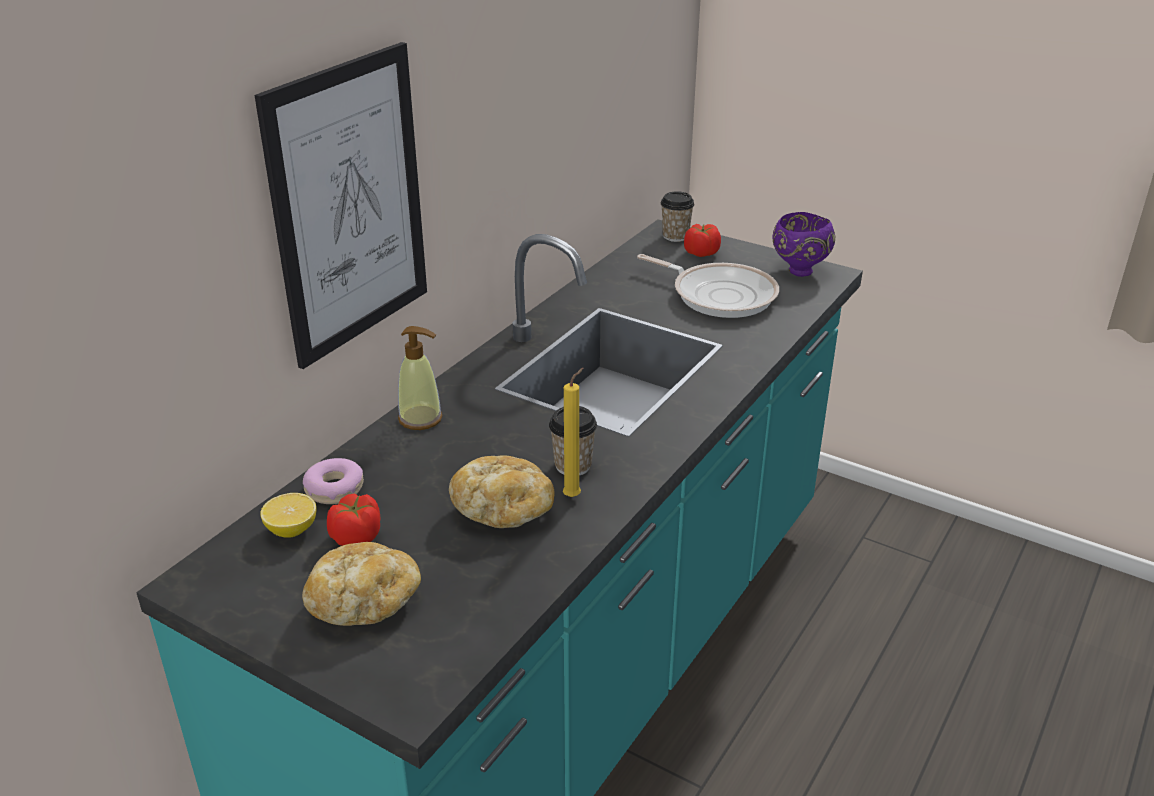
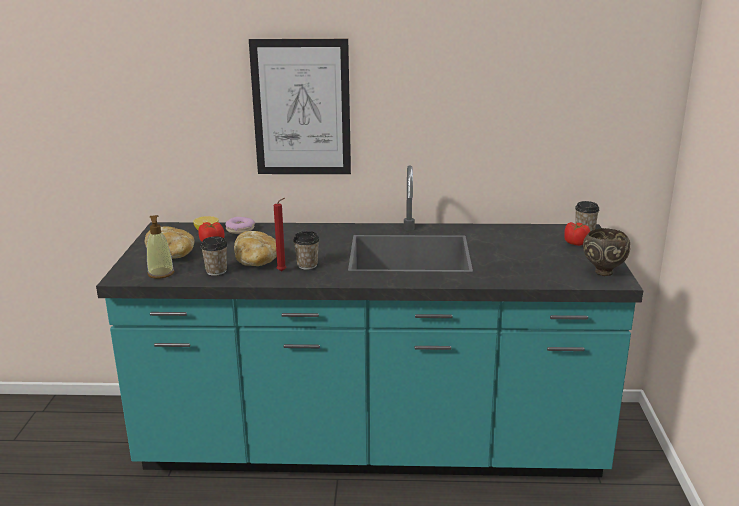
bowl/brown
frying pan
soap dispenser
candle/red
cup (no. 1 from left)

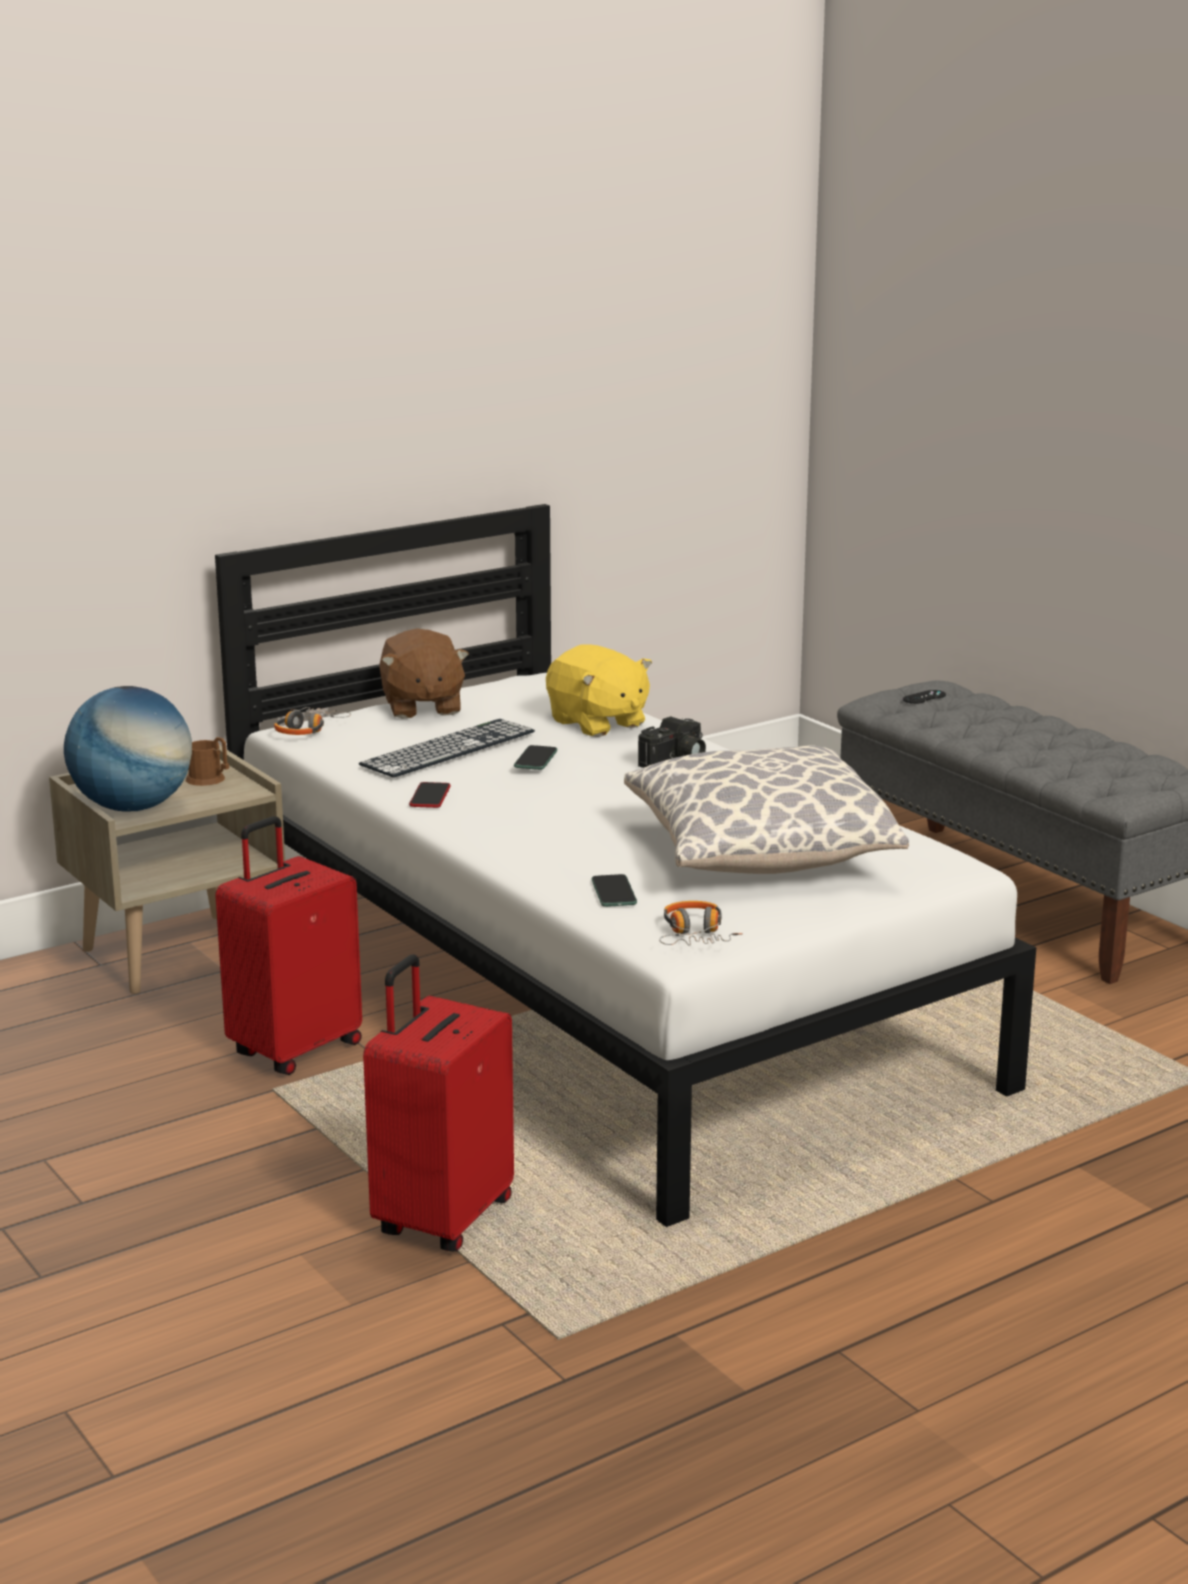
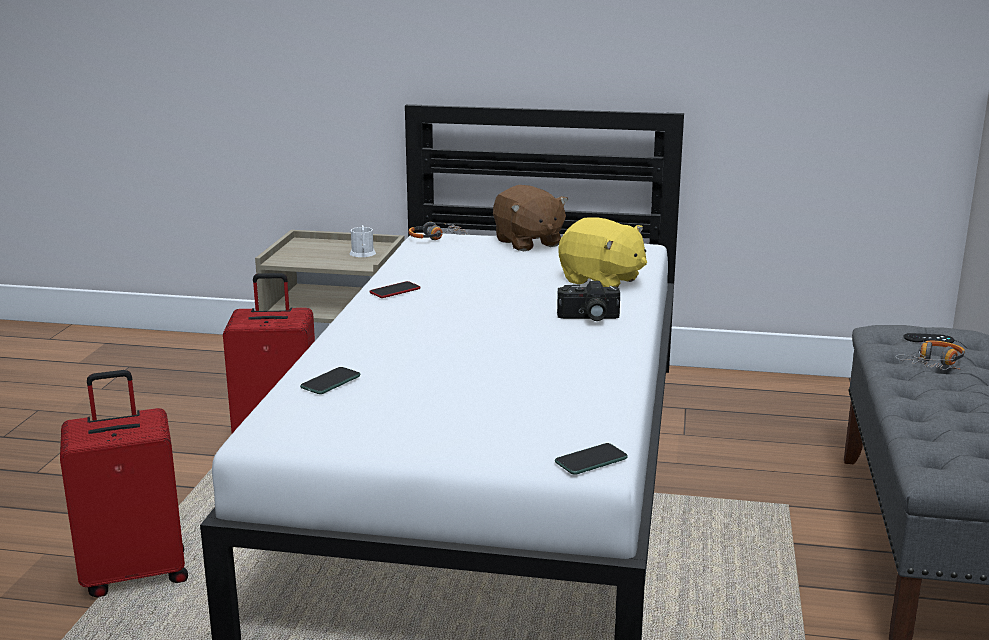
plush toy/brown
plush toy/yellow
globe
keyboard
mug/white
phone (no. 3 from left)
pillow
headphones (no. 2 from left)

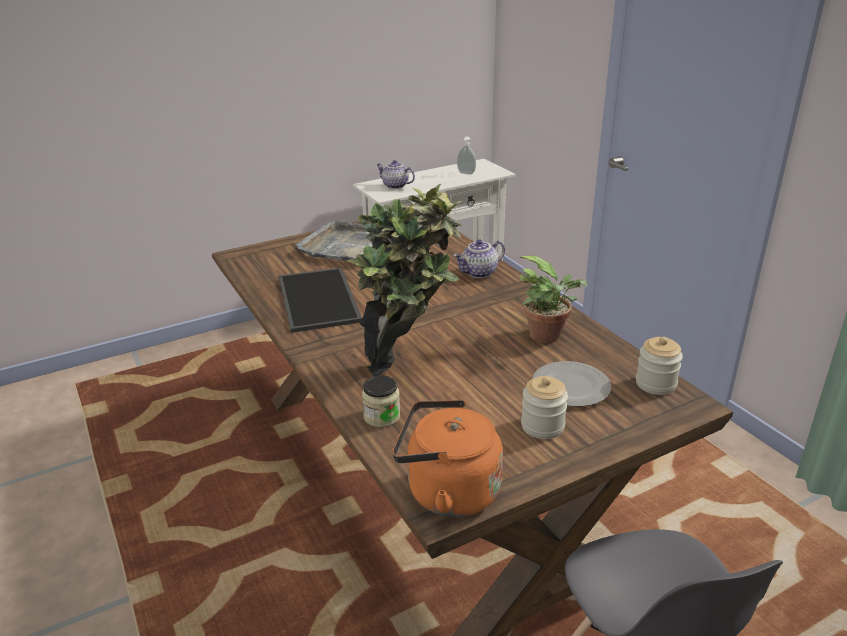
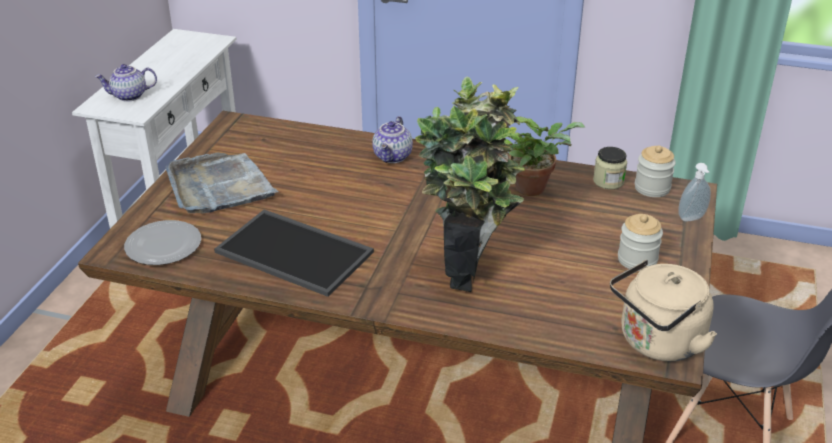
soap dispenser
plate
jar (no. 1 from left)
kettle/beige

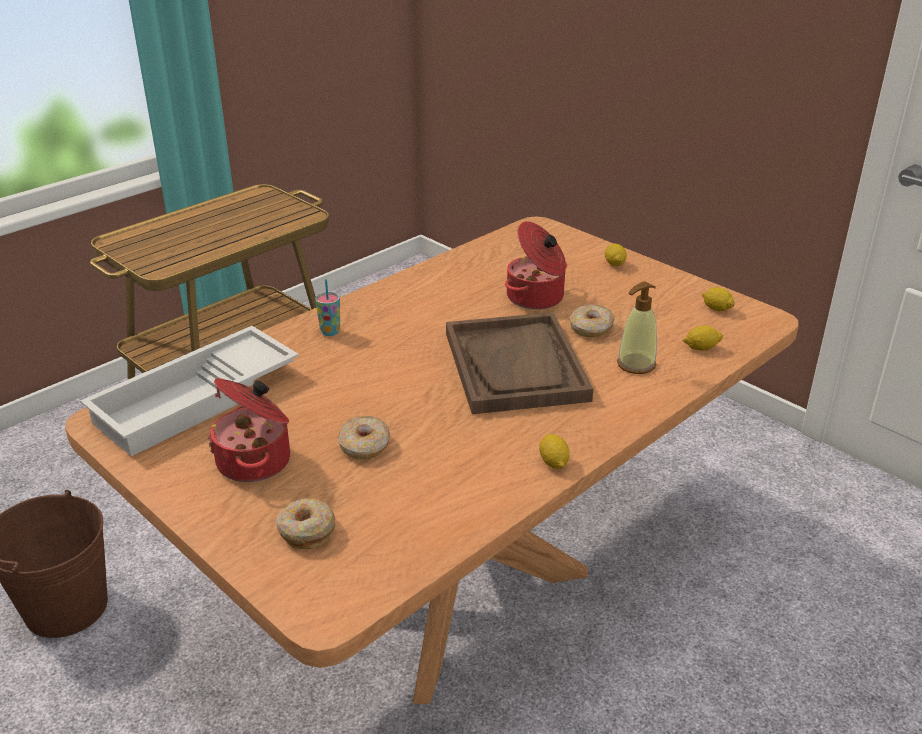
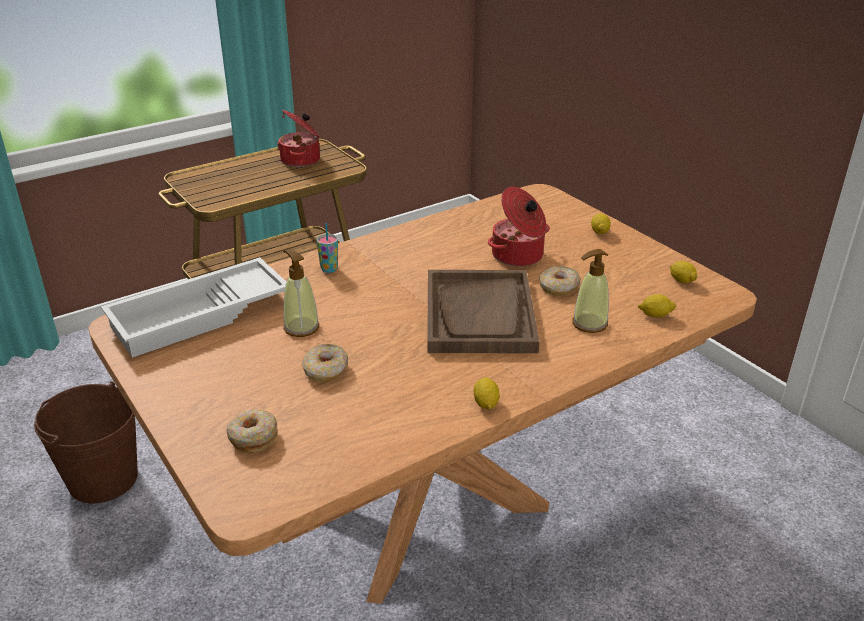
cooking pot (no. 1 from left)
soap dispenser (no. 1 from left)

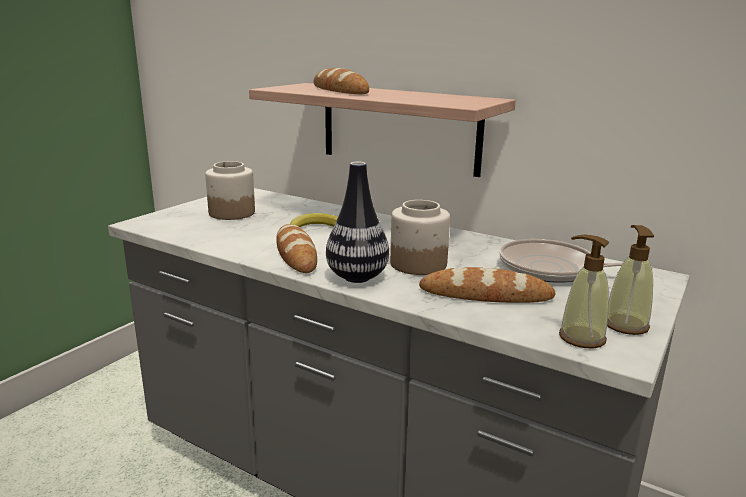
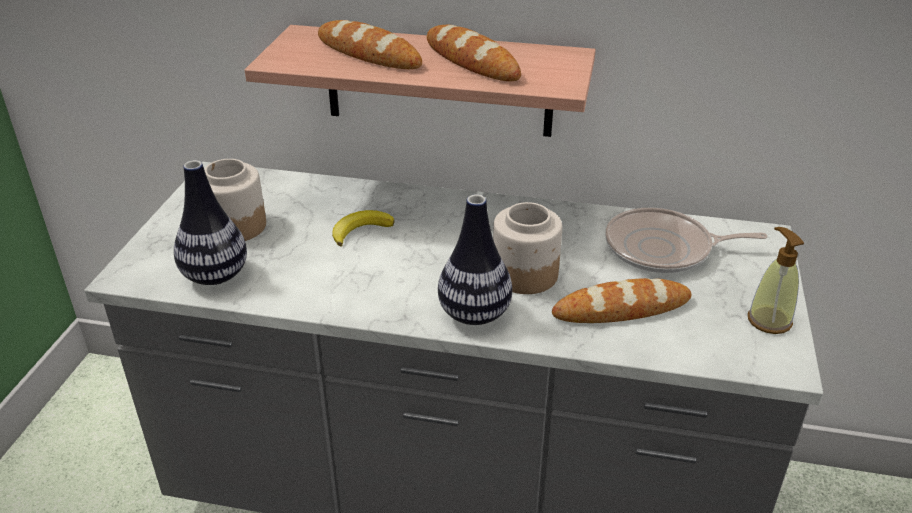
bread (no. 2 from left)
soap dispenser (no. 1 from left in the first image)
vase (no. 1 from left)

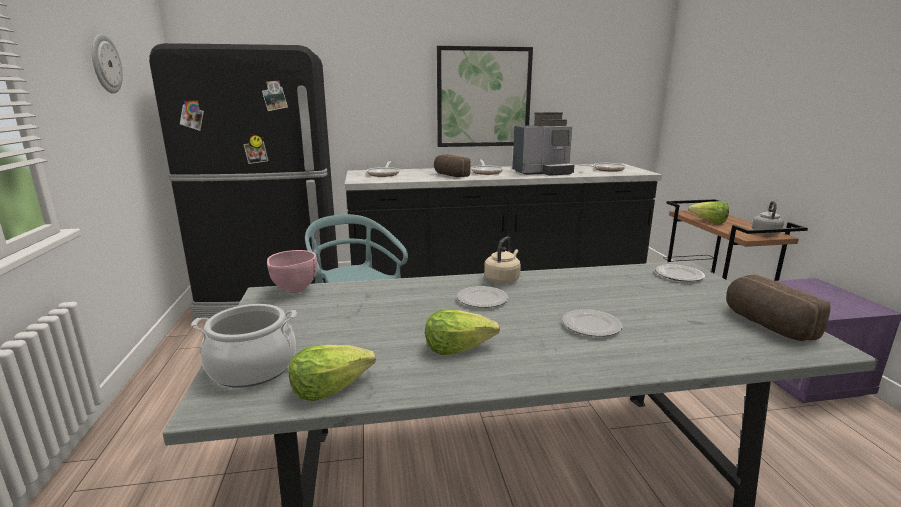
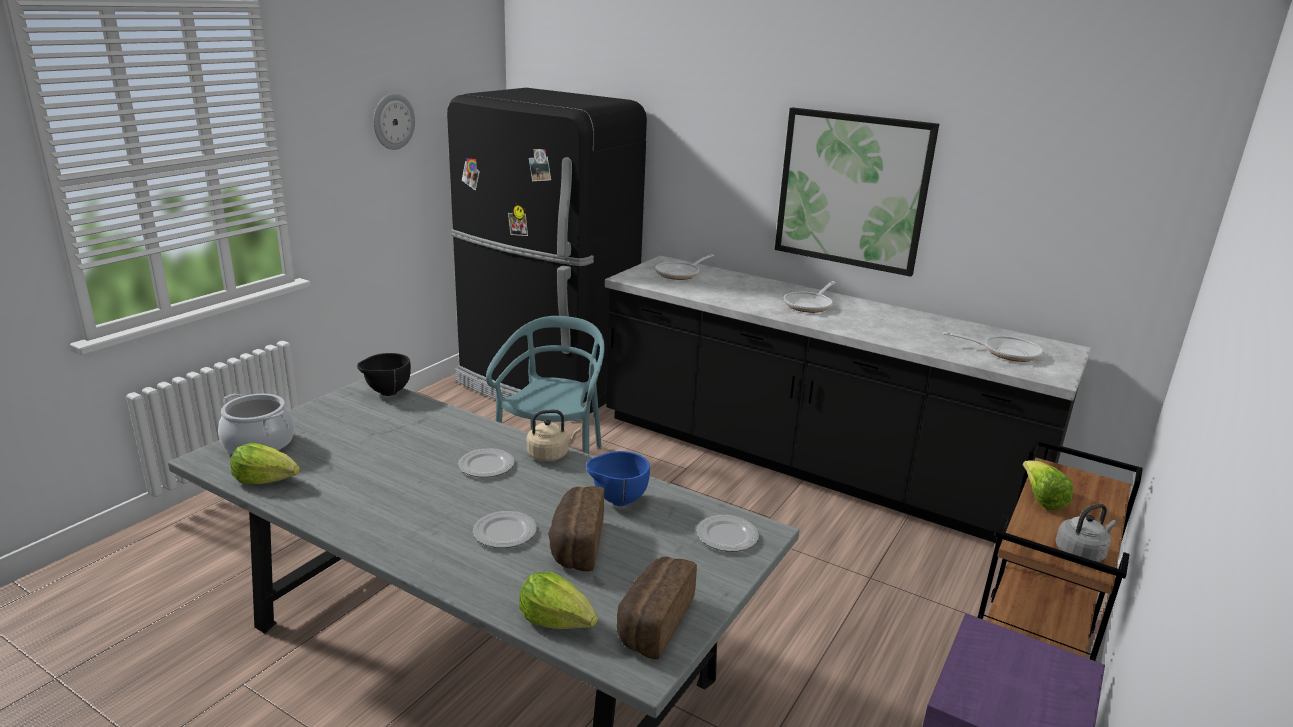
coffee machine
bread (no. 1 from left)
bowl/black
lettuce (no. 2 from left)
bowl/blue

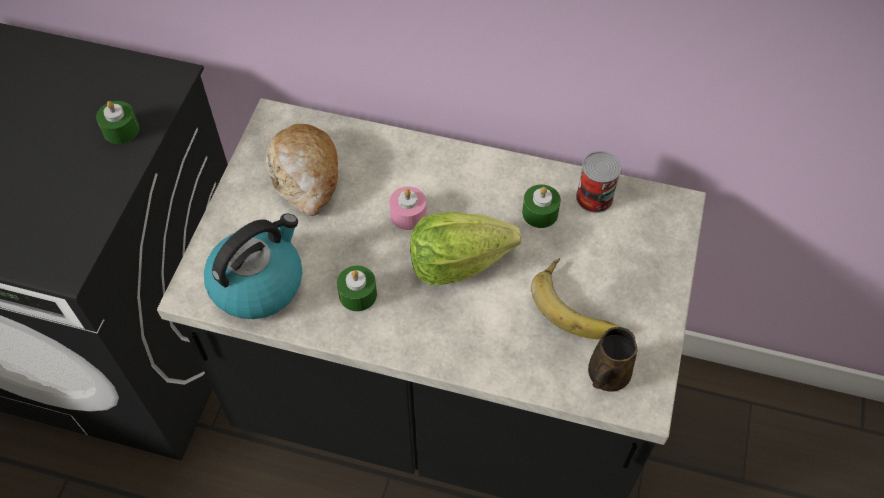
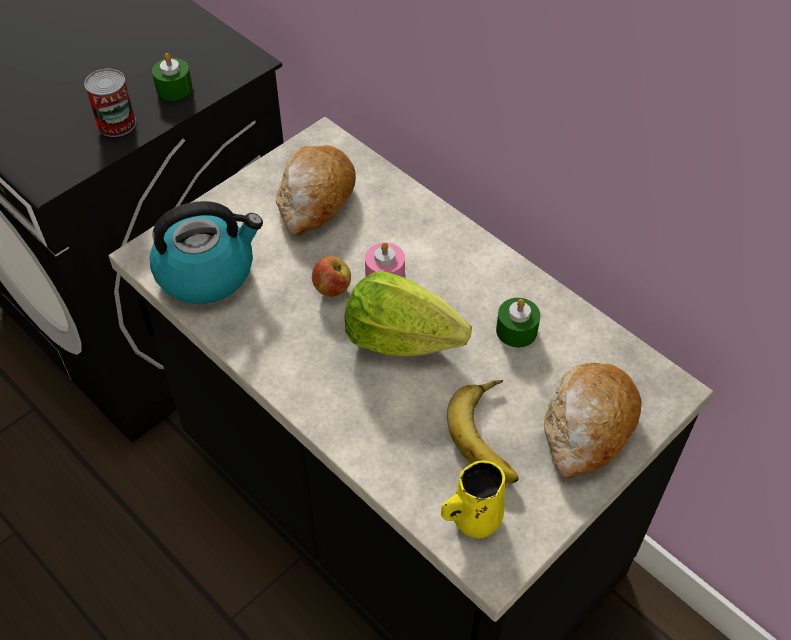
can
candle/green (no. 2 from left in the first image)
mug/yellow
apple
bread (no. 2 from left)

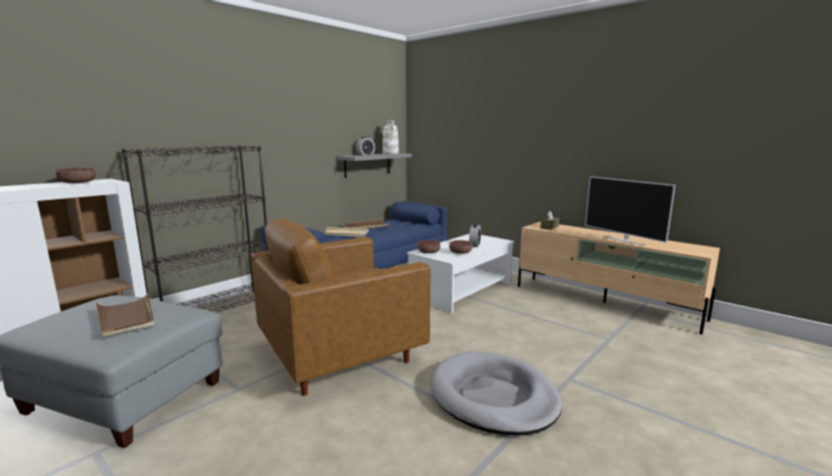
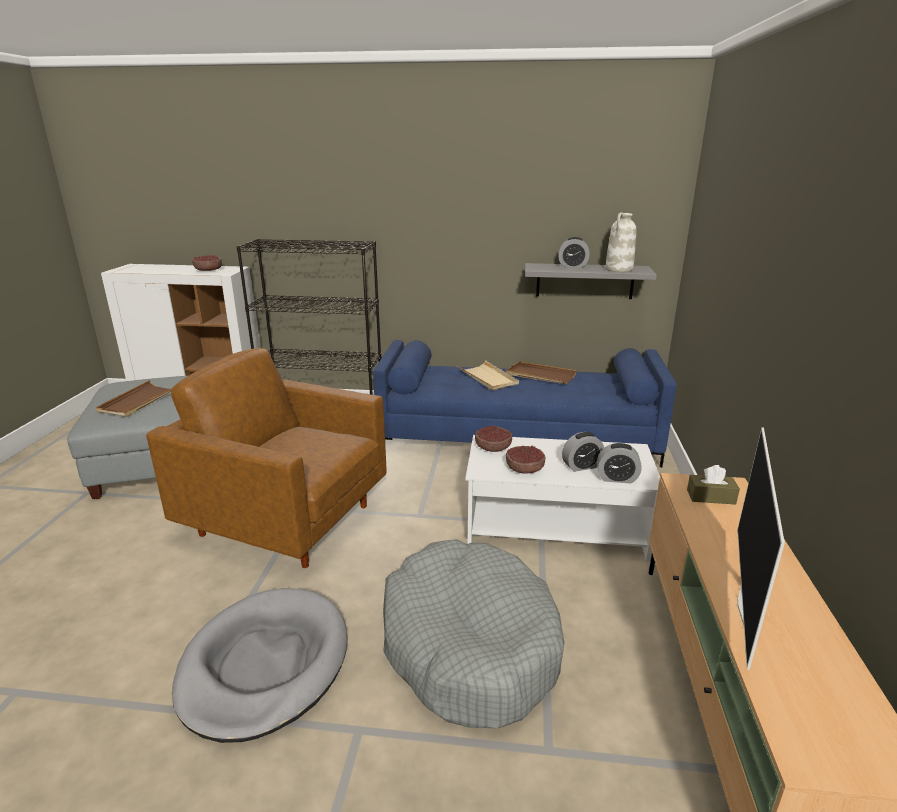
alarm clock (no. 3 from left)
dog bed/grey (no. 2 from left)

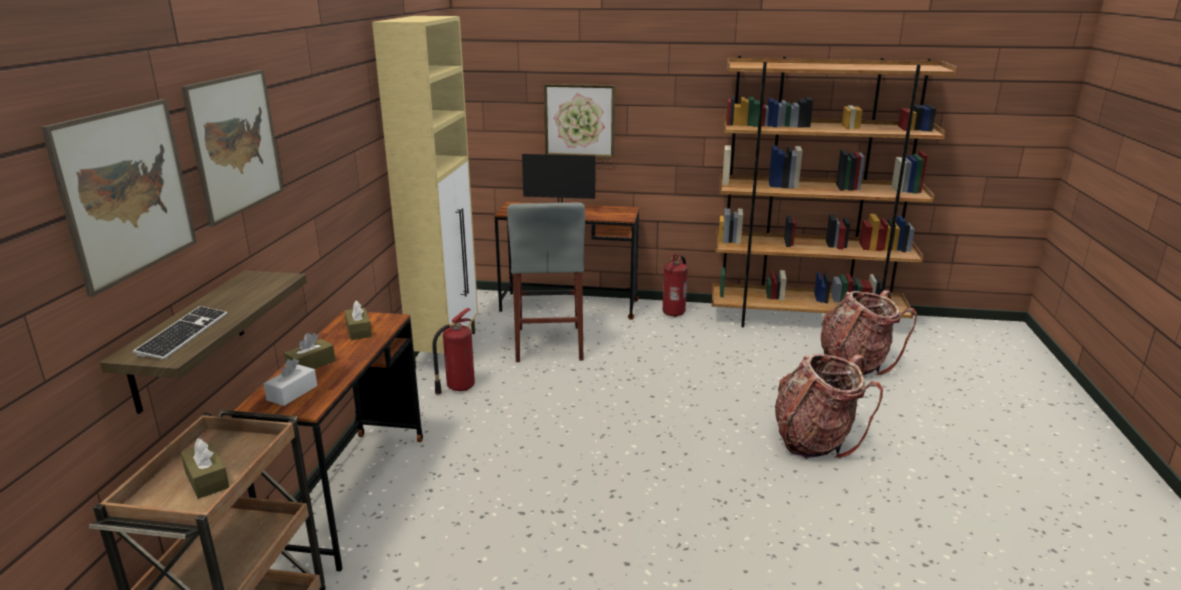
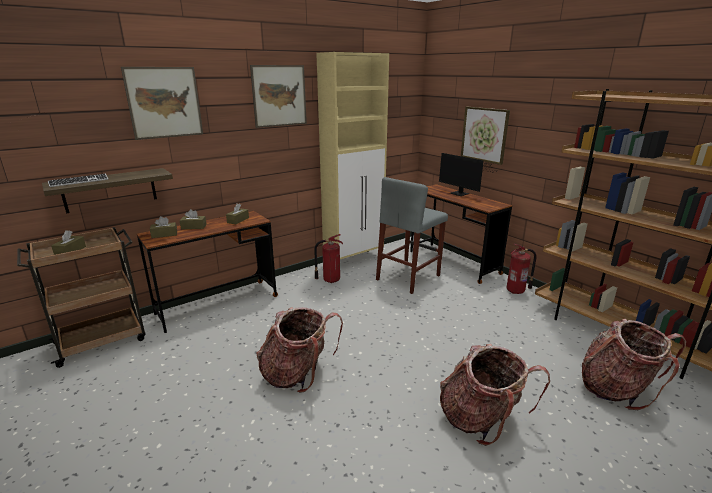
picture (no. 2 from left)
tissue box/brown (no. 2 from left)
backpack (no. 1 from left)

